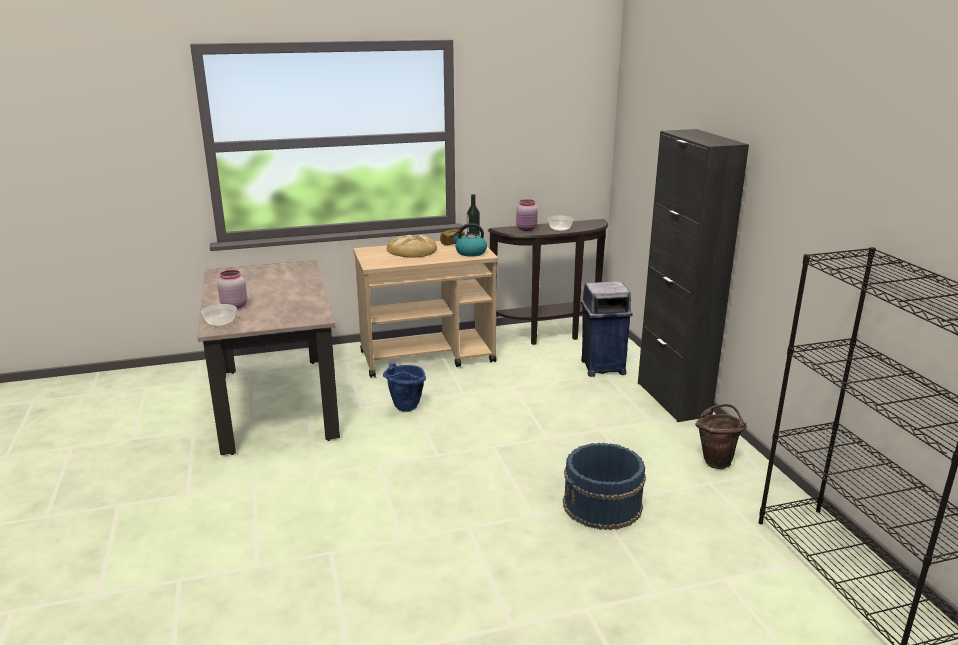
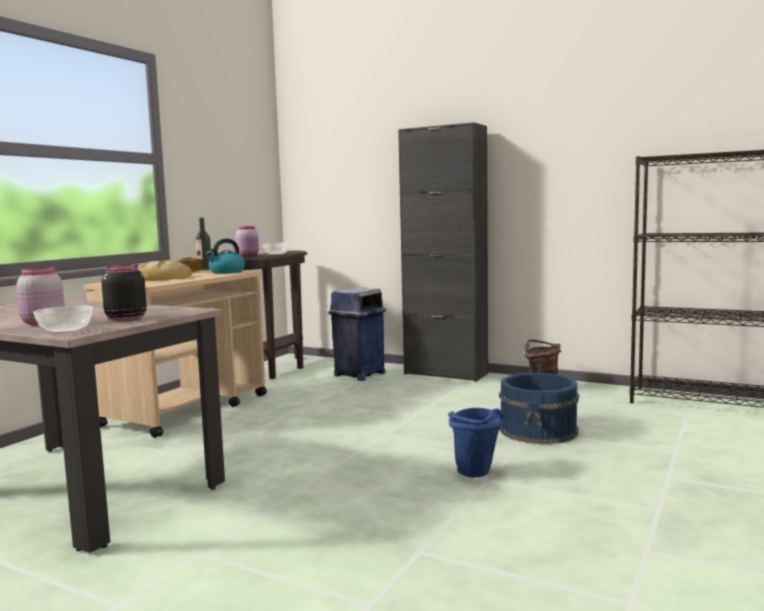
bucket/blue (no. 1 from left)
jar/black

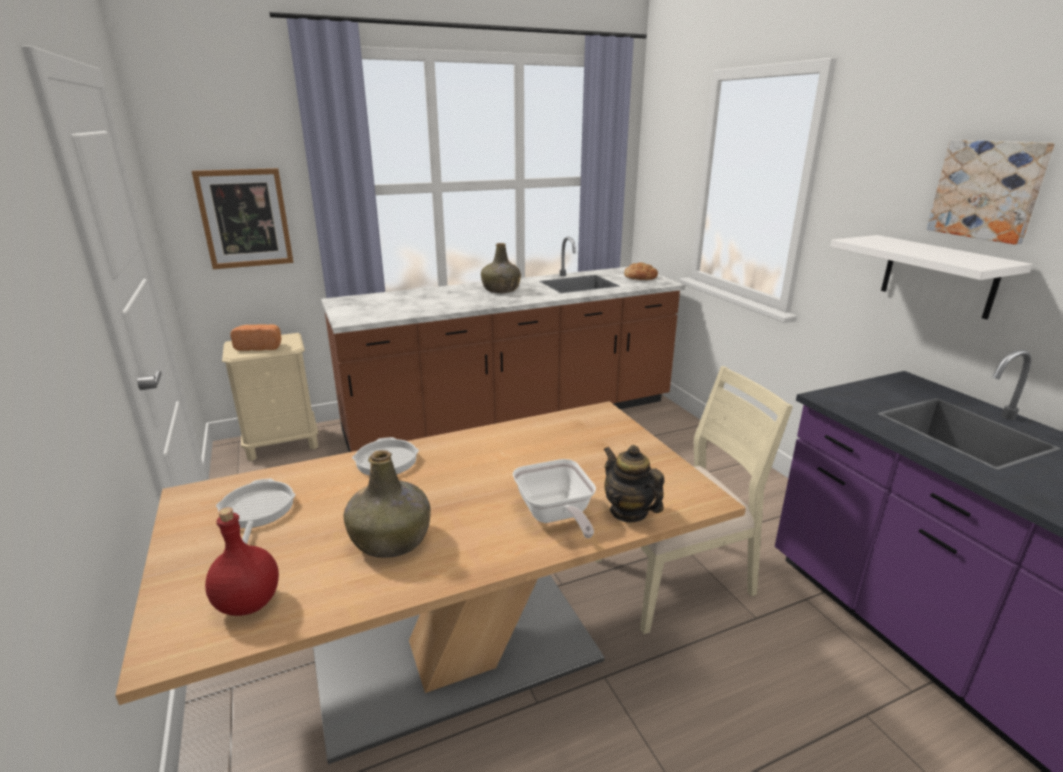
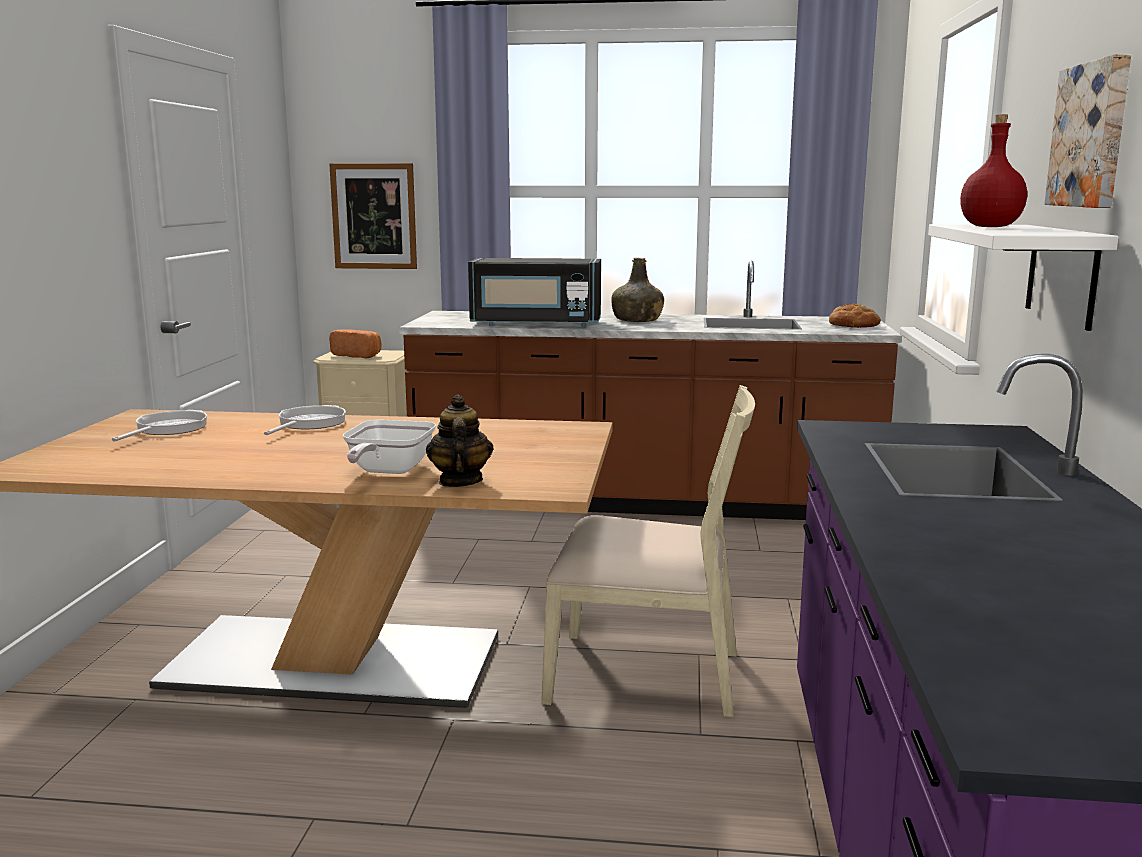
bottle/green (no. 1 from left in the first image)
bottle/red
microwave/black

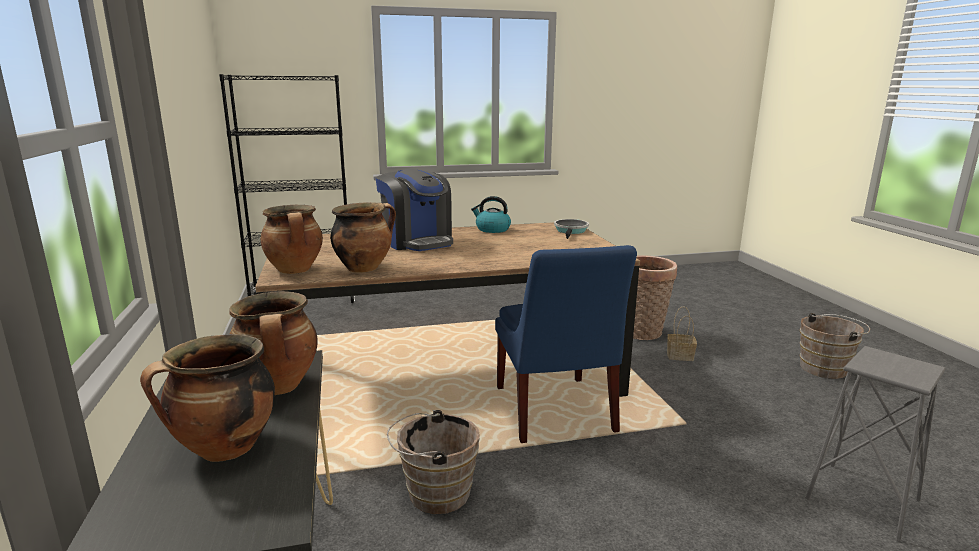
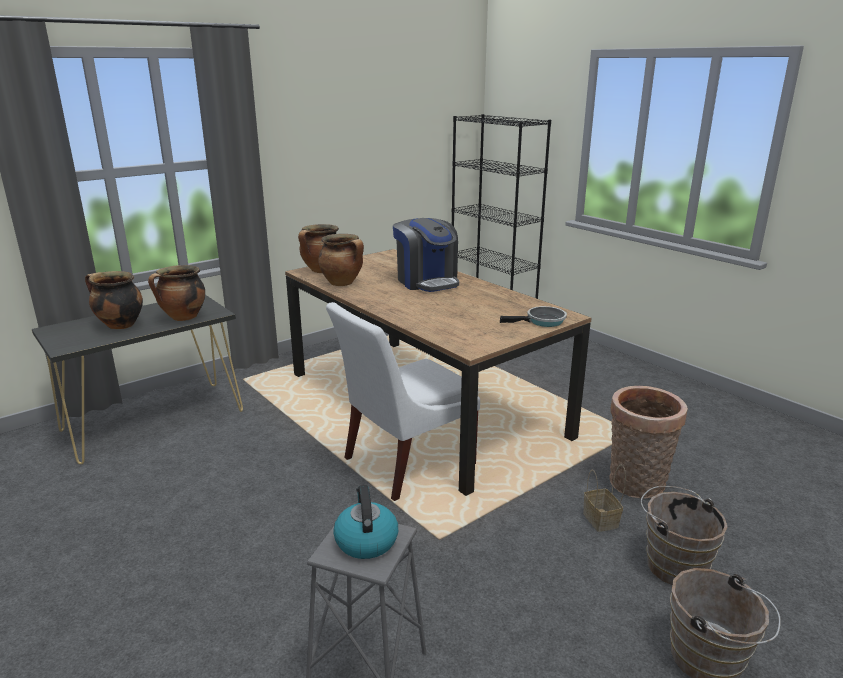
coffee machine
kettle
chair/white
bucket/brown (no. 1 from left)

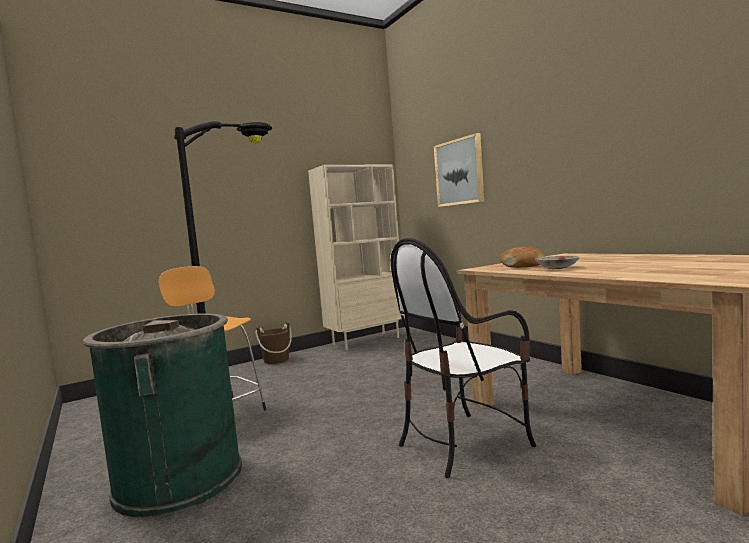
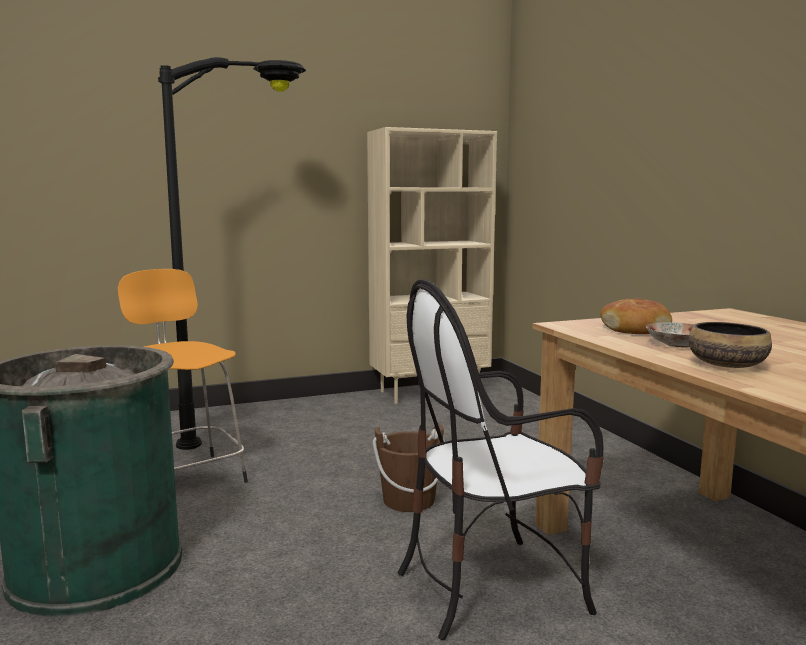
picture
bucket/brown
bowl

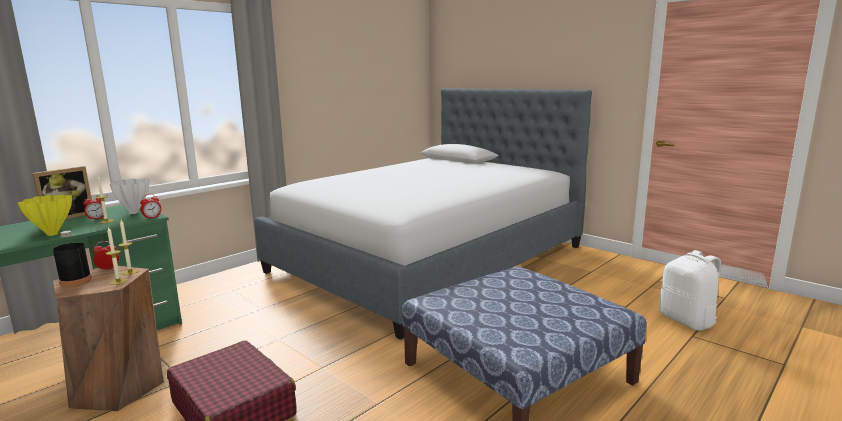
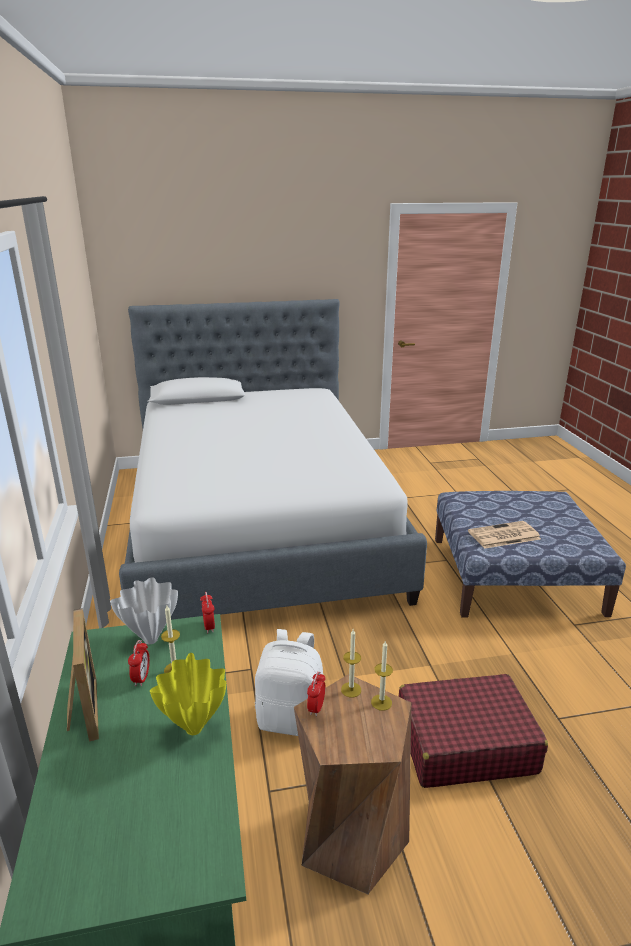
bottle/black
backpack/white
newspaper

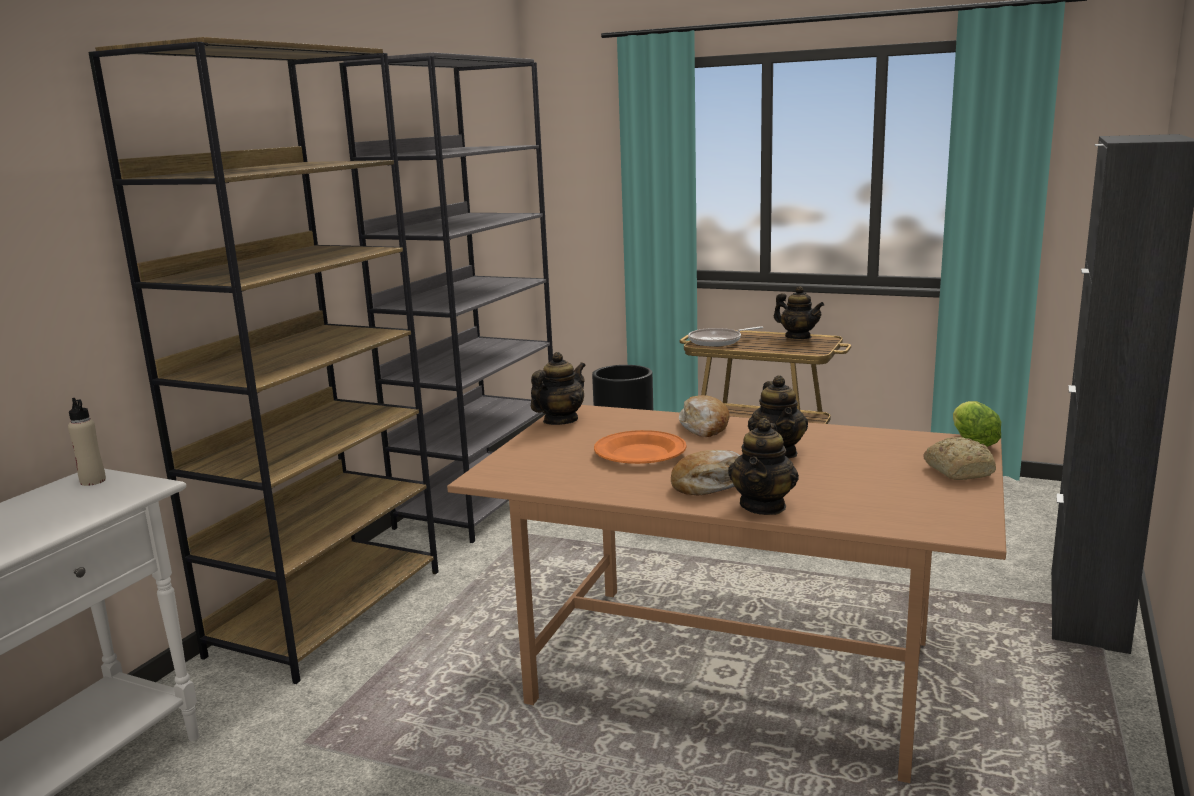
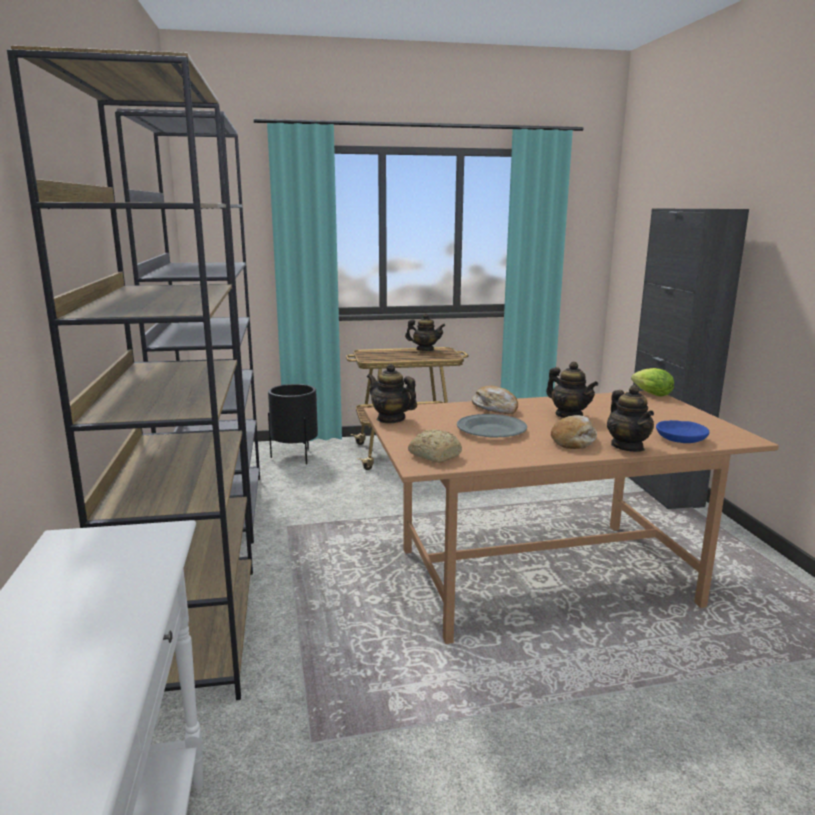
frying pan
teapot (no. 1 from left)
bottle/beige
plate/grey
bread (no. 1 from left)
bowl/blue

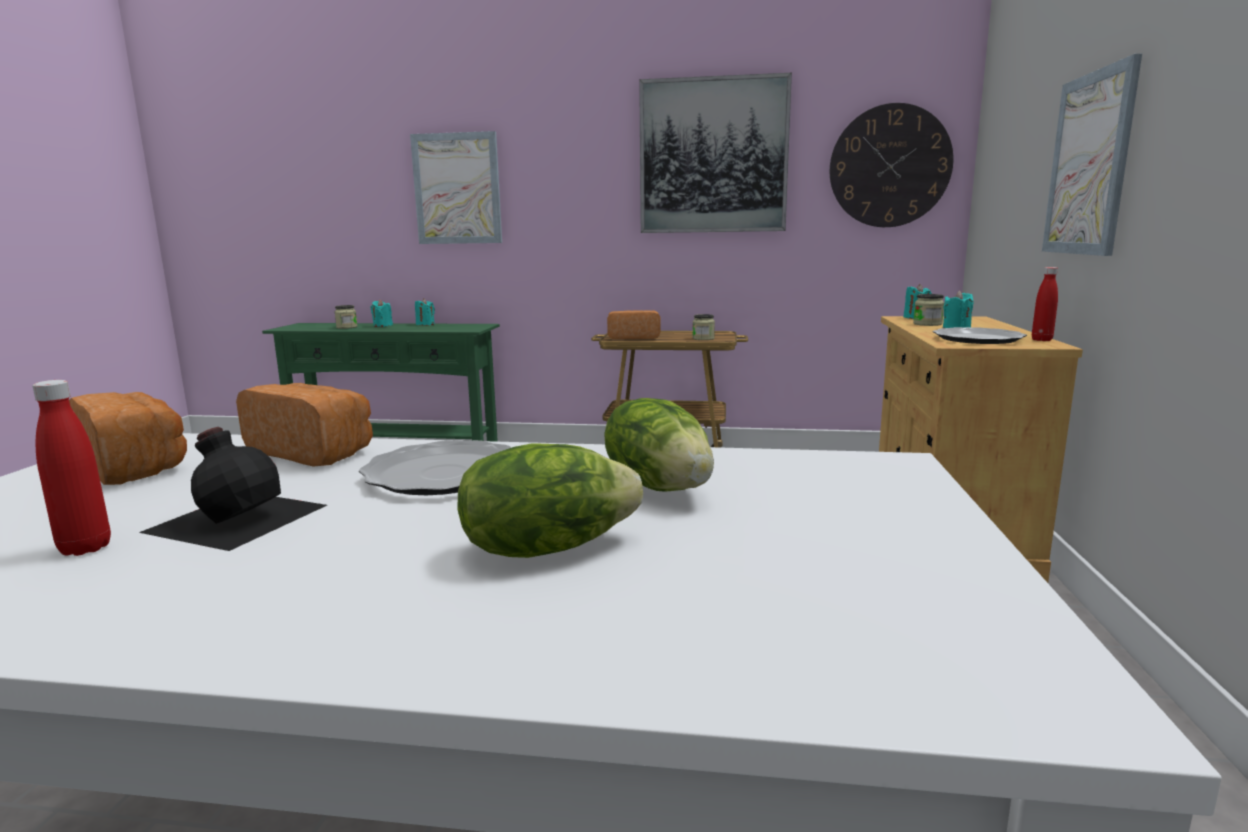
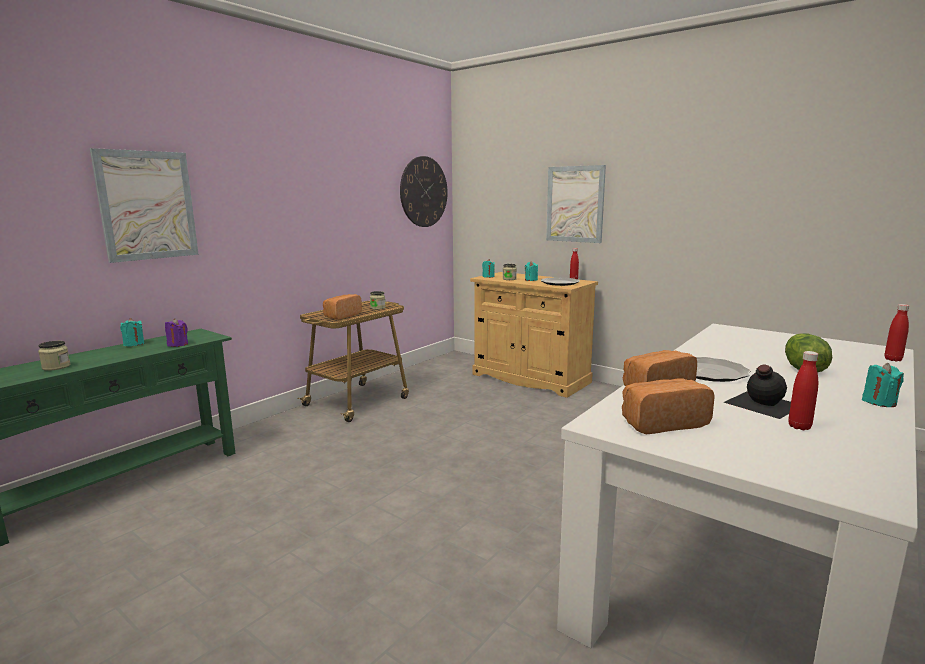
picture (no. 2 from left in the first image)
candle/turquoise (no. 4 from left)
lettuce (no. 2 from left in the first image)
bottle/red (no. 3 from left)
candle/purple

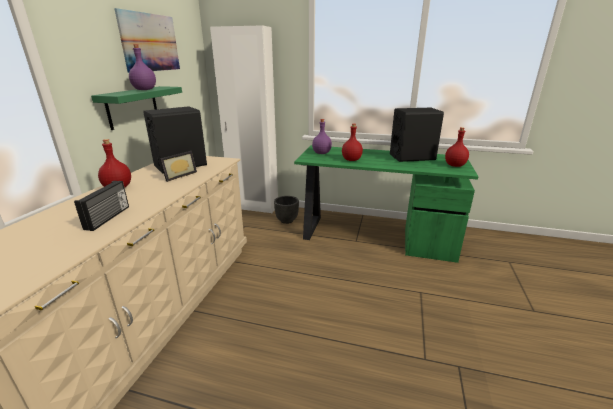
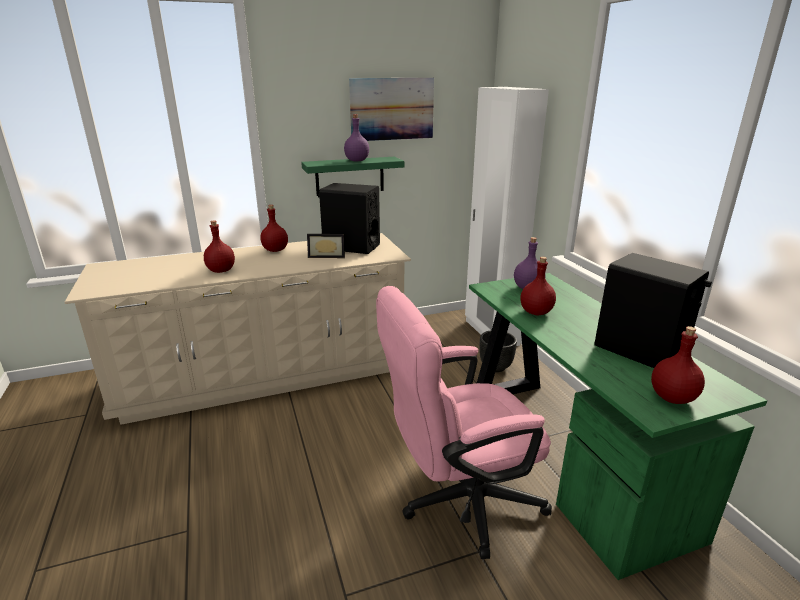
bottle/red (no. 1 from left)
office chair/pink

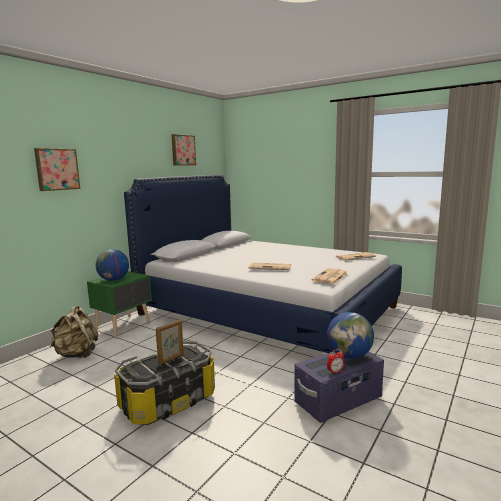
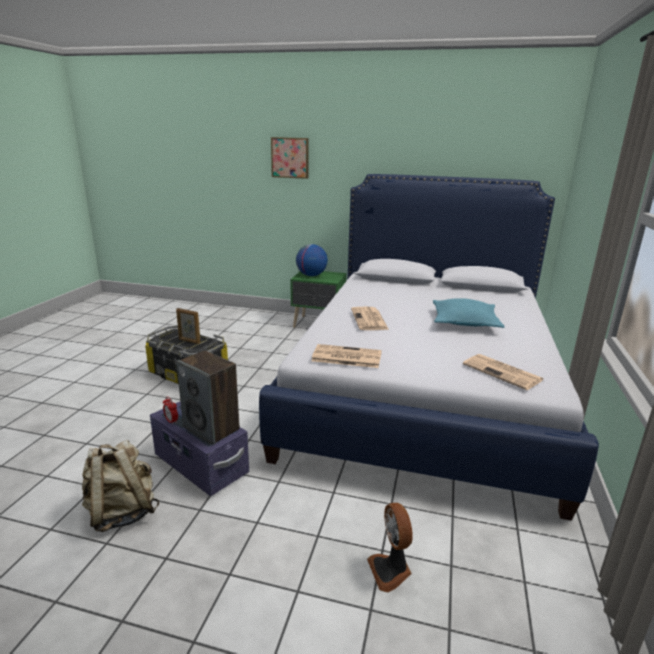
picture (no. 2 from left in the first image)
backpack/beige
speaker
pillow/turquoise
fan

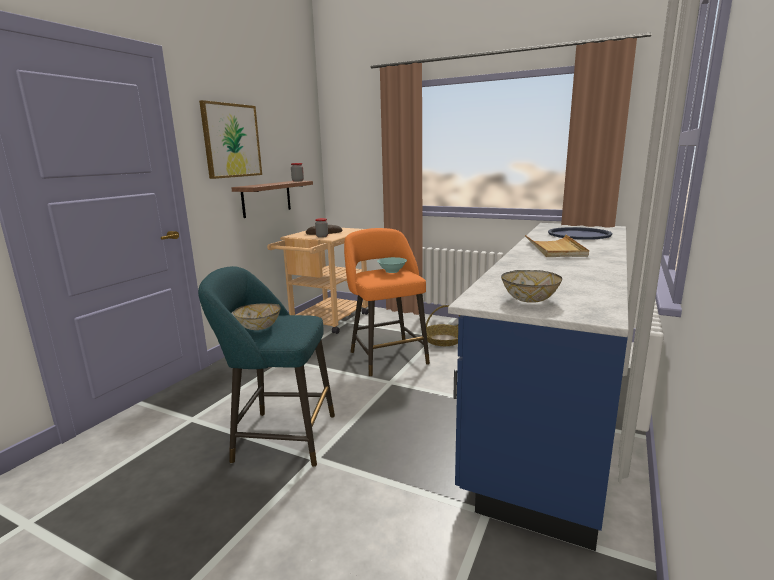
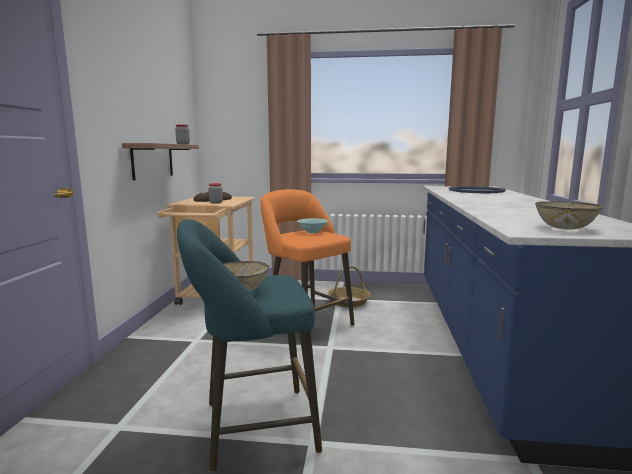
picture
tray/beige

